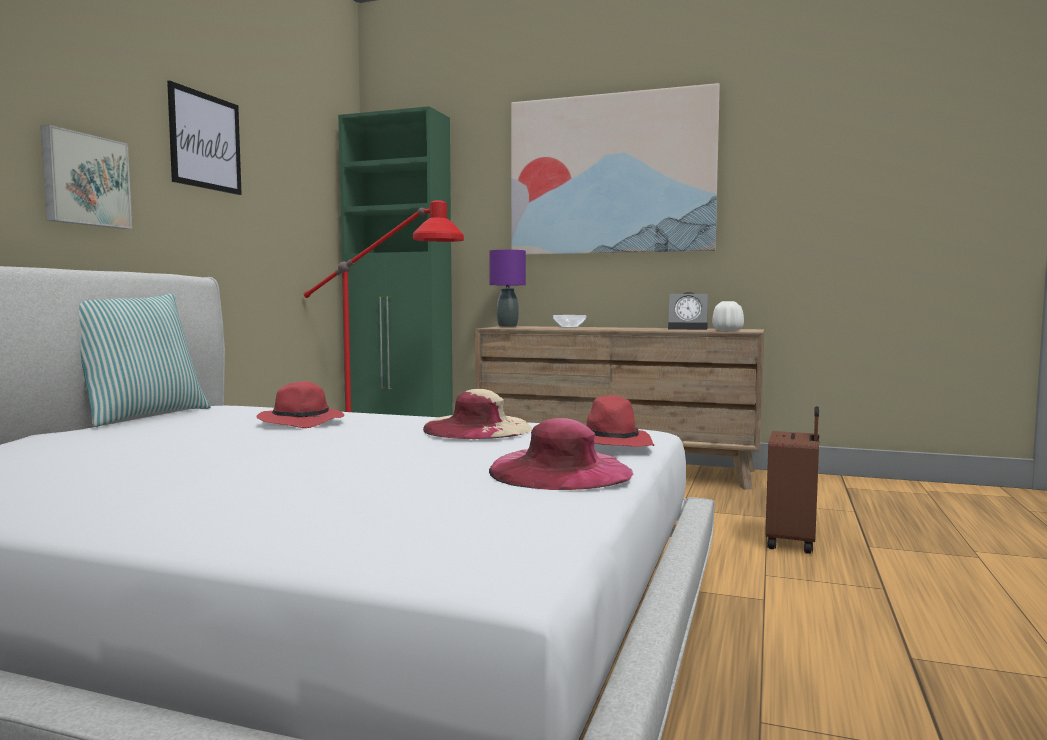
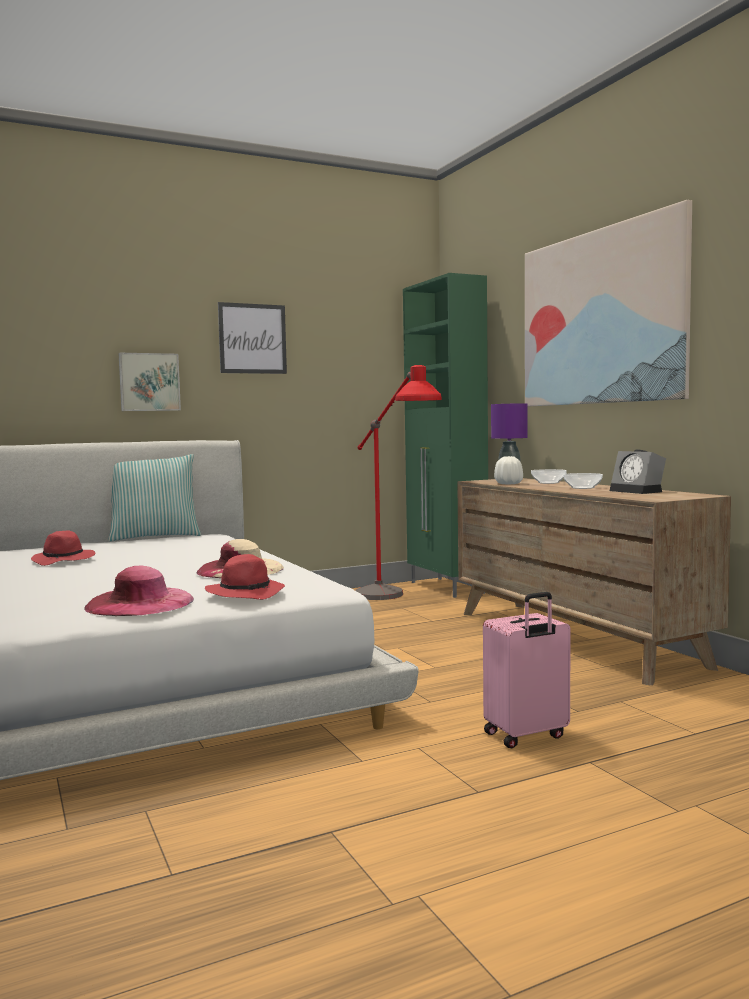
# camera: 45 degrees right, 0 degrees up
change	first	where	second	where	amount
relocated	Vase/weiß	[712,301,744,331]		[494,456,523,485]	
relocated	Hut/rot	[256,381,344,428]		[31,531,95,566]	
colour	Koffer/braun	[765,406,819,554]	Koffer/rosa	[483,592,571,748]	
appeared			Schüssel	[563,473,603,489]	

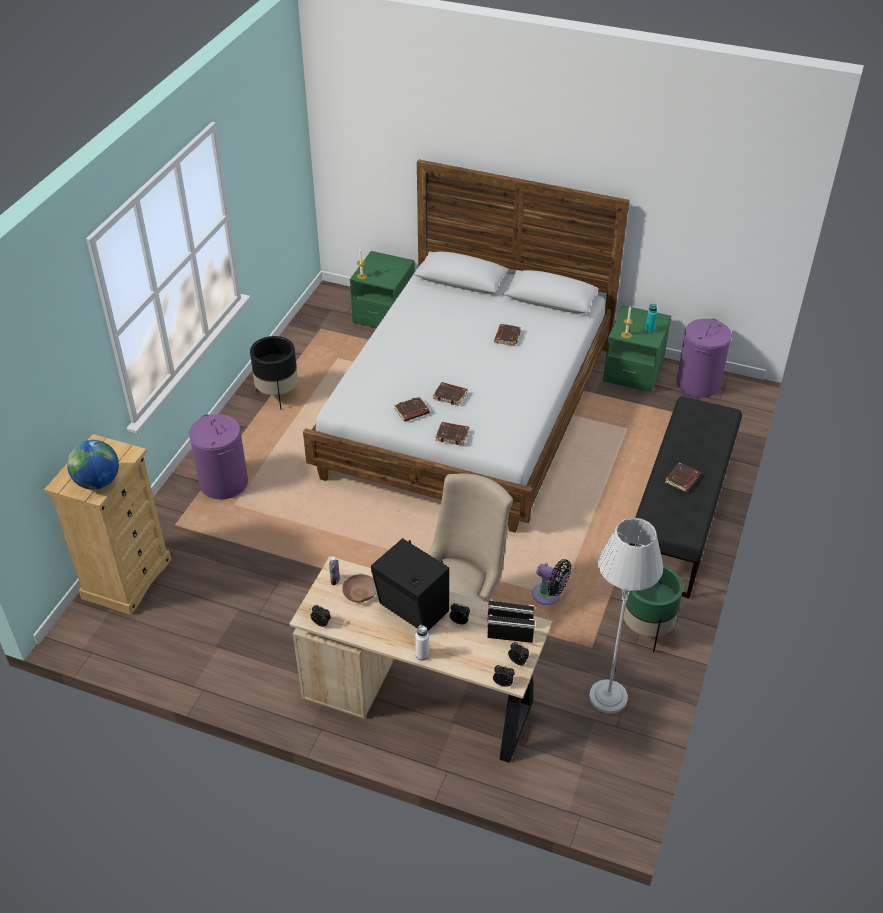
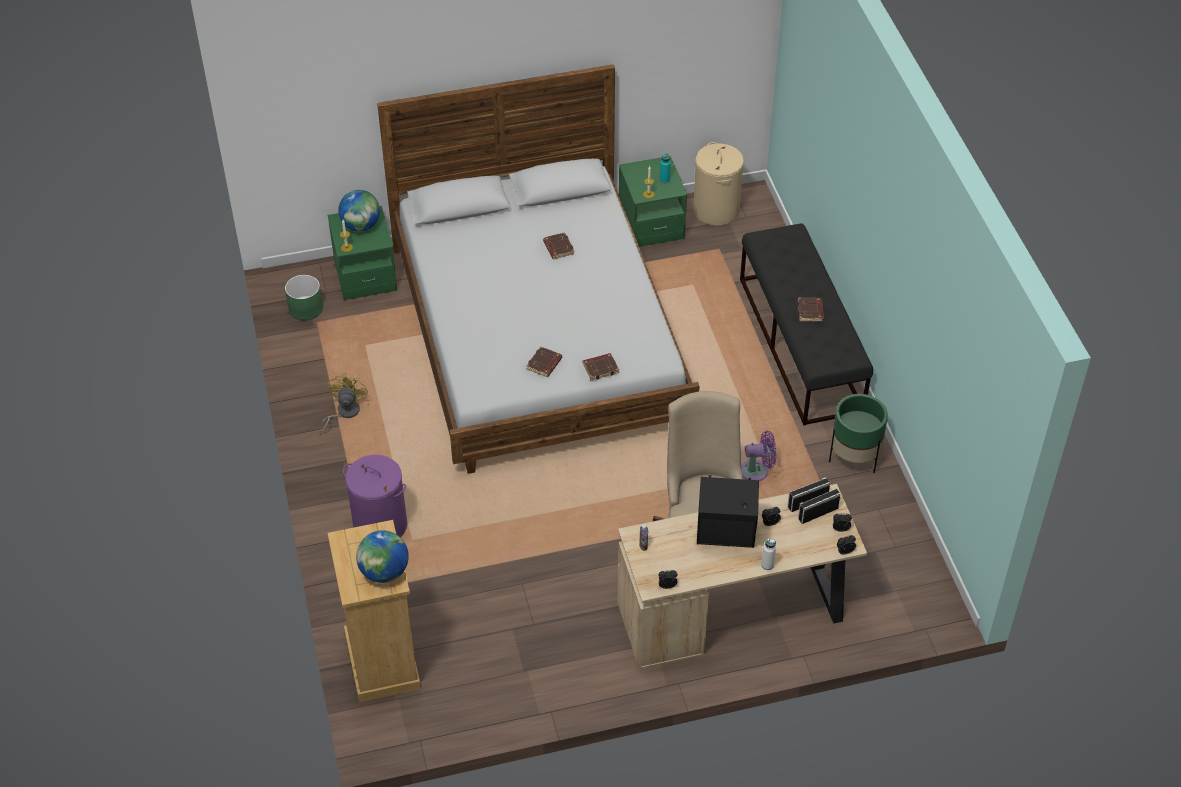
# camera: 35 degrees left, 5 degrees up
change	first	where	second	where	amount
colour	Wäschekorb/lila	[676,319,732,398]	Wäschekorb/beige	[693,142,744,226]	
exchanged	Pflanzkübel/schwarz	[250,336,298,410]	Ventilator/gelb	[320,373,368,434]	
missing	Buch/braun	[433,382,467,406]			
missing	Stehlampe/grau	[589,518,663,714]			
colour	Ventilator/schwarz	[532,559,571,605]	Ventilator/lila	[741,431,776,481]	
missing	Schüssel/braun	[342,574,377,603]			
appeared			Globus	[338,190,380,232]	
appeared			Pflanzkübel/grün	[285,275,323,321]	

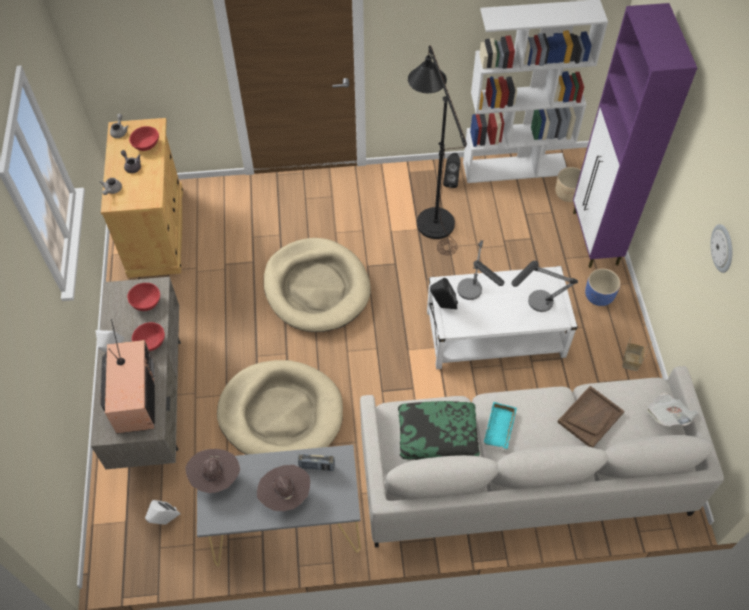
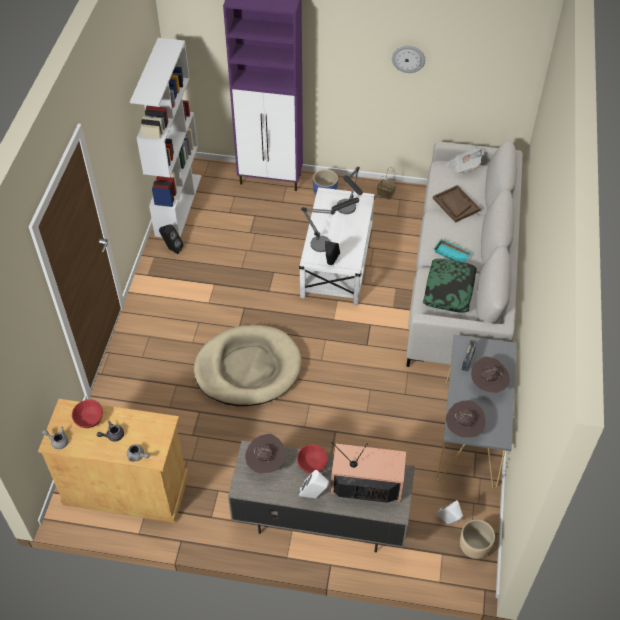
# camera: 75 degrees left, 5 degrees down
change	first	where	second	where	amount
missing	Stehlampe/schwarz	[408,45,467,255]			
relocated	Pflanzkübel/beige	[555,167,581,202]		[460,519,495,559]	
exchanged	Schüssel/rot	[127,283,160,311]	Hut/braun	[245,434,285,474]	
missing	Hundebett/beige	[217,360,343,455]			

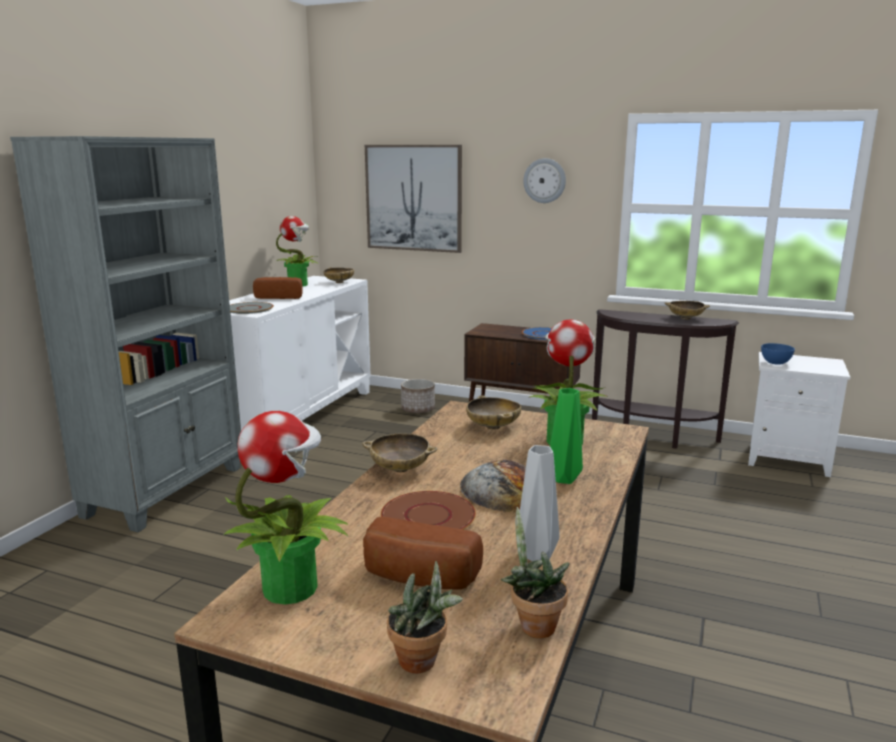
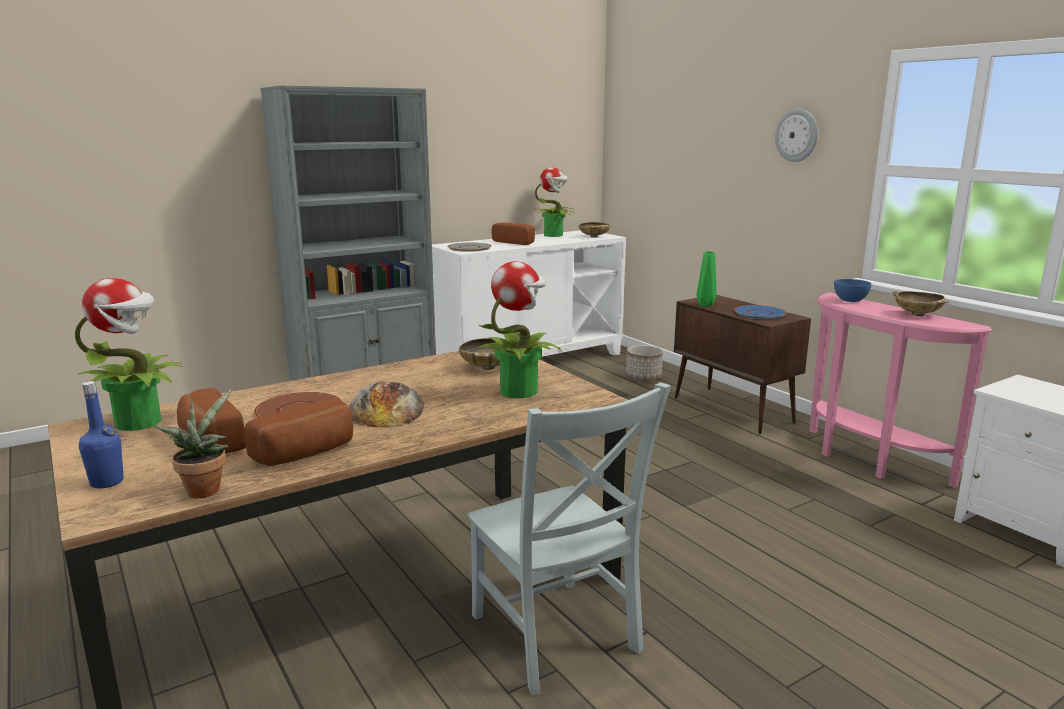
# camera: 35 degrees right, 0 degrees up
change	first	where	second	where	amount
missing	Bild	[365,145,462,253]			
colour	Konsolentisch/braun	[592,309,739,449]	Konsolentisch/rosa	[809,292,993,488]	
relocated	Schüssel/blau	[761,343,795,365]		[834,279,872,302]	
relocated	Vase/grün	[550,388,583,484]		[696,251,717,307]	
missing	Schüssel/beige	[362,434,437,472]			
exchanged	Vase/grau	[520,445,560,561]	Brot	[244,398,353,466]	
exchanged	Topfpflanze	[387,561,463,673]	Flasche/blau	[79,381,124,488]	
appeared			Stuhl/grau	[467,382,671,695]	

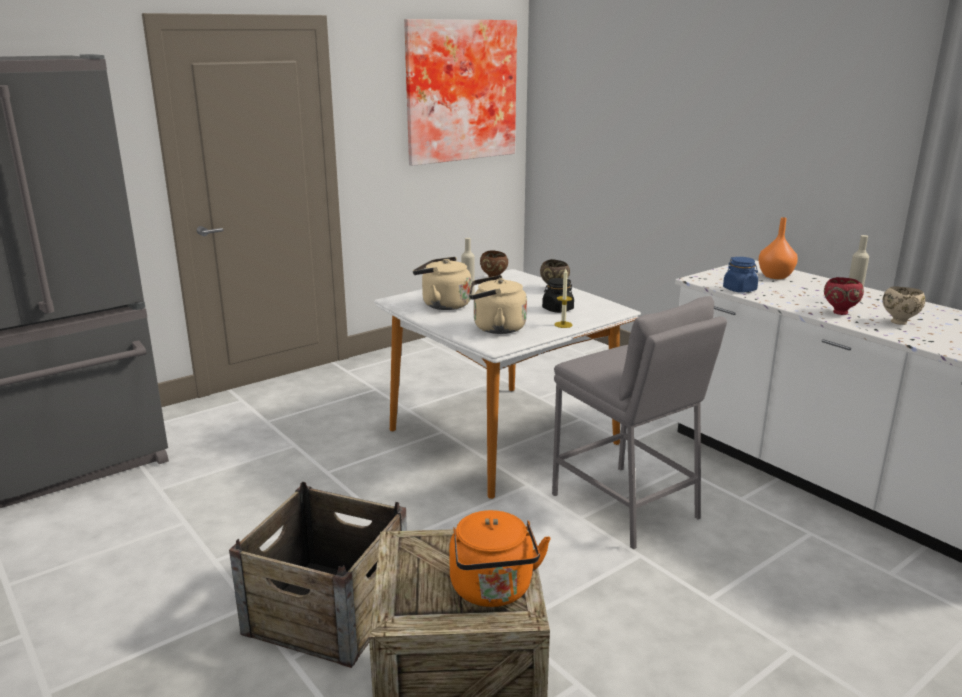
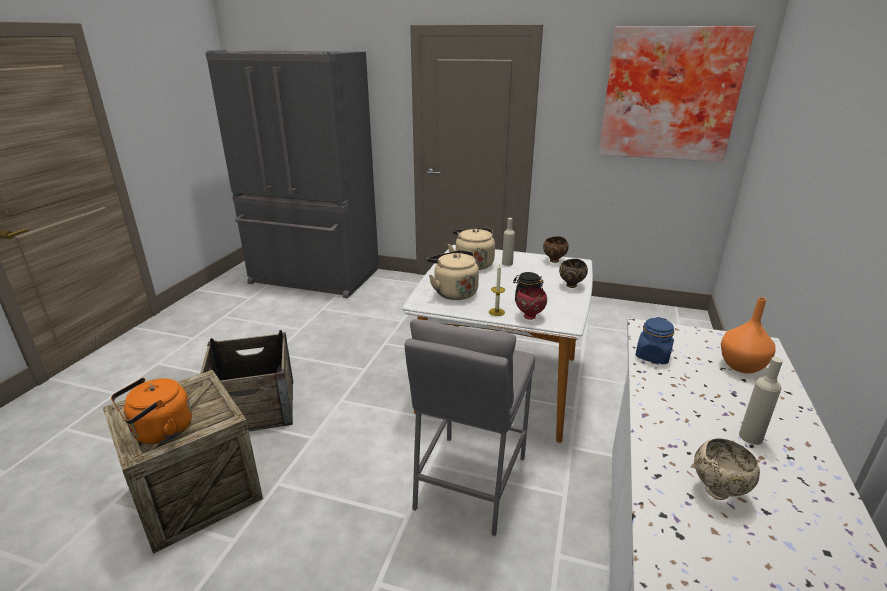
# camera: 55 degrees right, 5 degrees up
change	first	where	second	where	amount
relocated	Schüssel/rot	[824,277,864,315]		[516,287,547,320]	

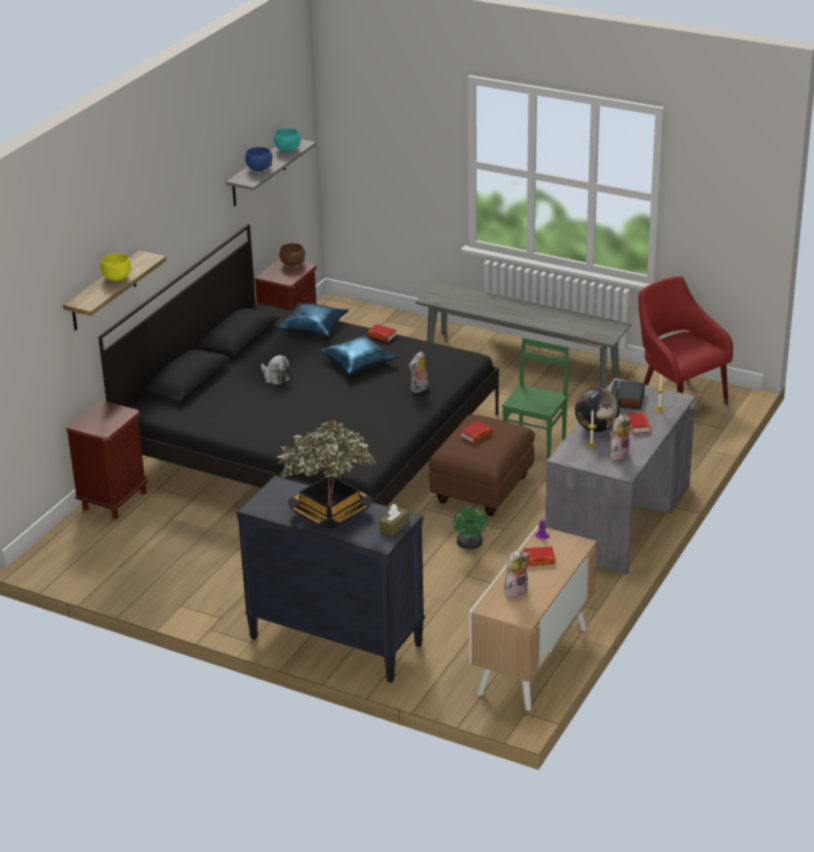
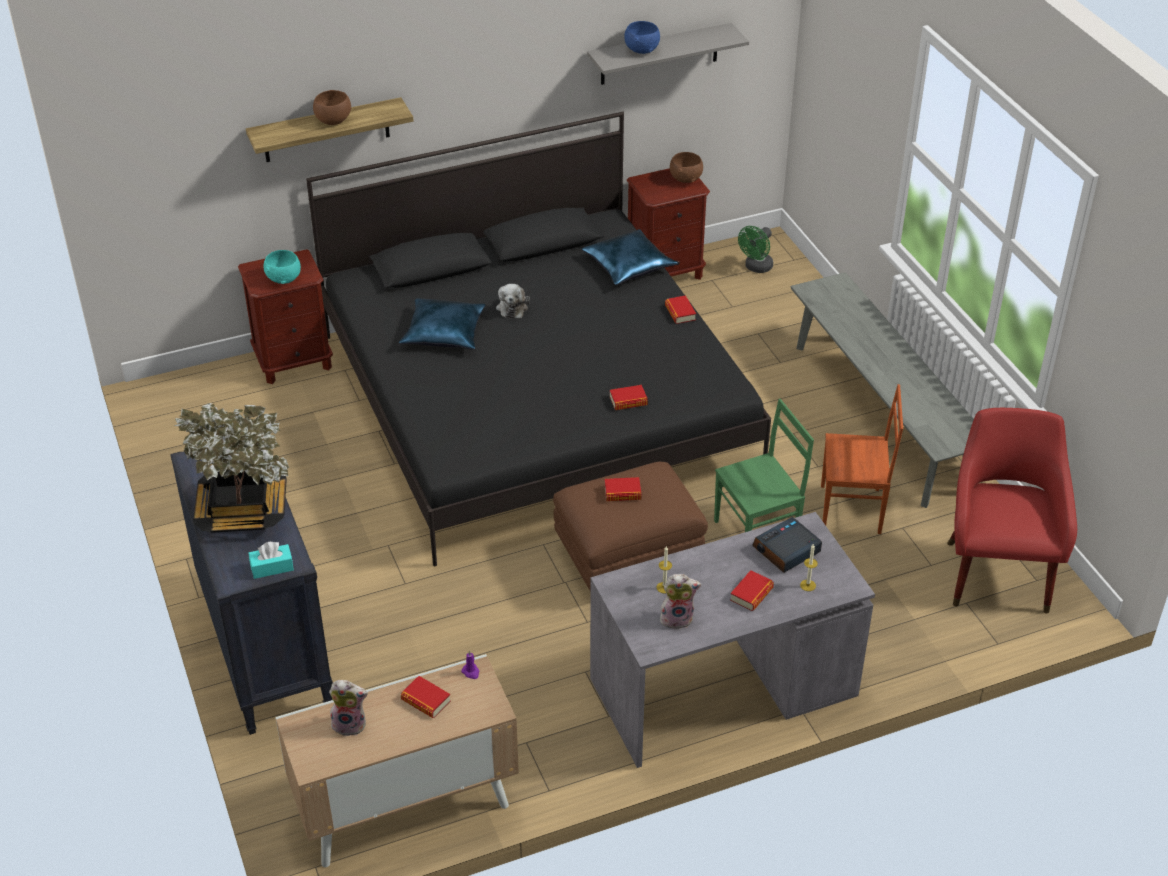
# camera: 40 degrees right, 10 degrees up
change	first	where	second	where	amount
relocated	Schüssel/türkis	[274,128,301,152]		[264,250,301,284]	
colour	Schüssel/gelb	[101,253,131,281]	Schüssel/braun	[313,90,351,125]	
relocated	Kissen/blau	[320,335,398,374]		[399,298,486,350]	
exchanged	Plüschtier	[409,351,428,393]	Buch	[610,385,648,410]	
missing	Globus	[575,388,619,432]			
colour	Taschentuchbox/braun	[379,504,409,536]	Taschentuchbox/türkis	[249,542,294,579]	
relocated	Ventilator/grün	[453,505,488,549]		[738,226,773,273]	
appeared			Stuhl/braun	[821,384,903,534]	

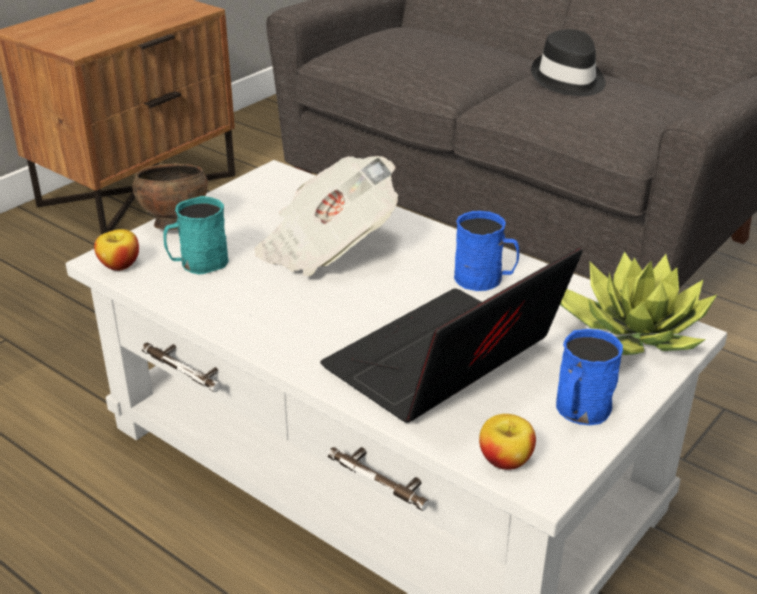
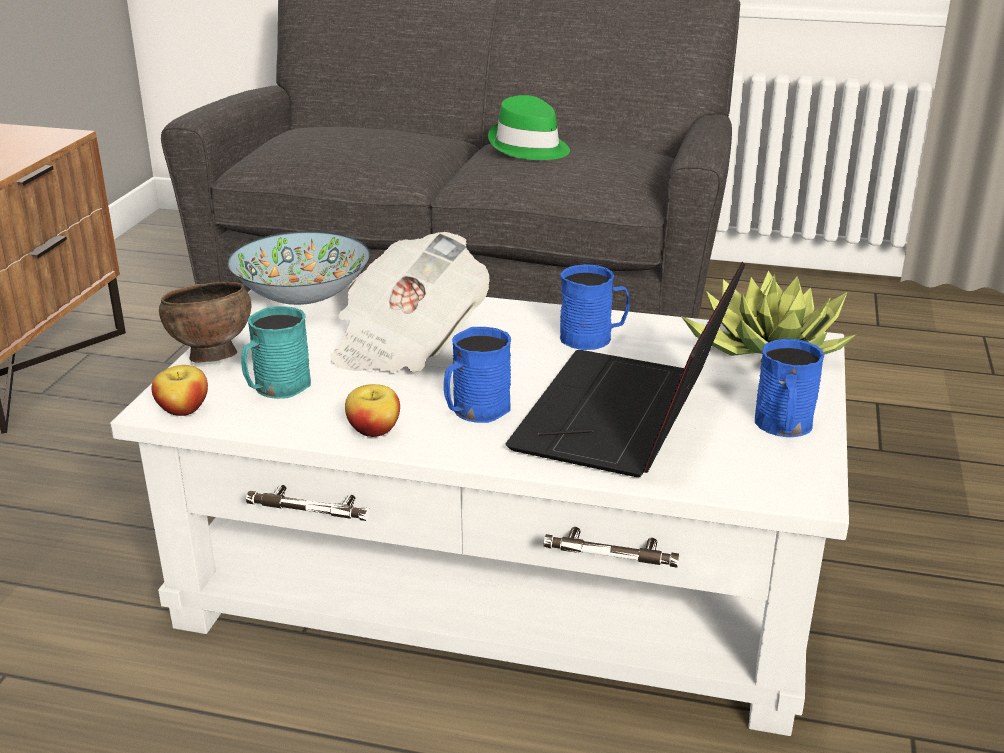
# camera: 25 degrees left, 5 degrees down
change	first	where	second	where	amount
colour	Hut/schwarz	[531,29,606,96]	Hut/grün	[488,95,570,160]	
relocated	Apfel	[479,414,536,470]		[345,384,400,437]	
appeared			Schüssel	[227,231,370,305]	
appeared			Henkelbecher/blau	[444,327,511,423]	

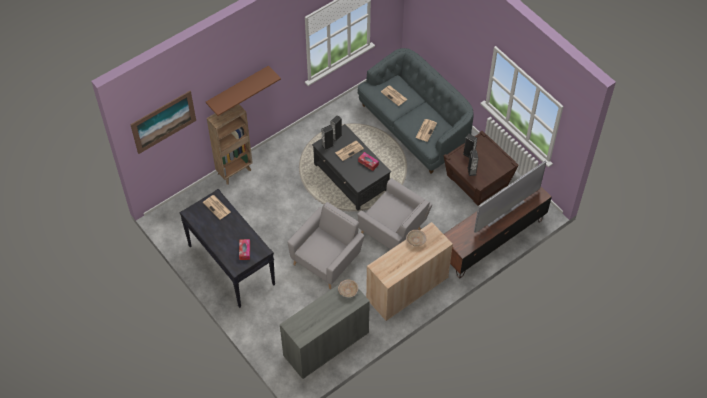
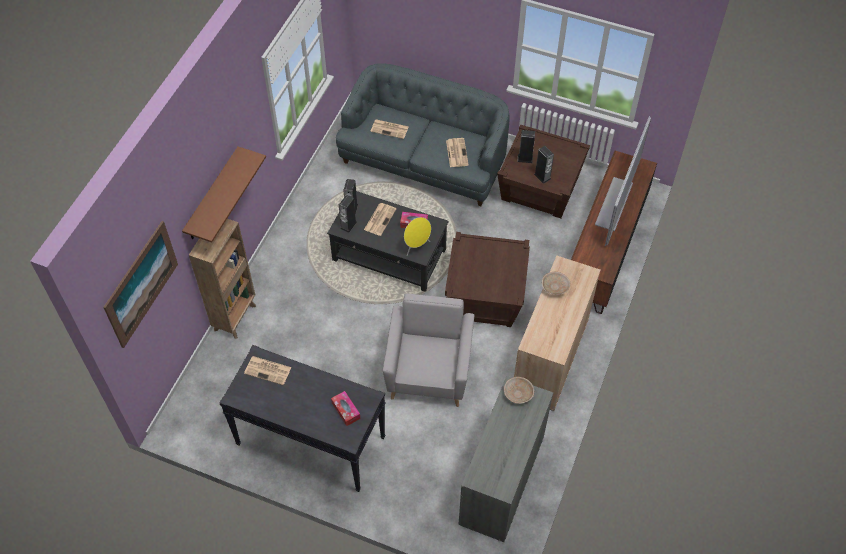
# camera: 30 degrees left, 0 degrees up
change	first	where	second	where	amount
exchanged	Sessel/grau	[357,178,432,249]	Beistelltisch/braun	[445,232,530,327]	
appeared			Lautsprecher/gelb	[404,217,431,256]	

